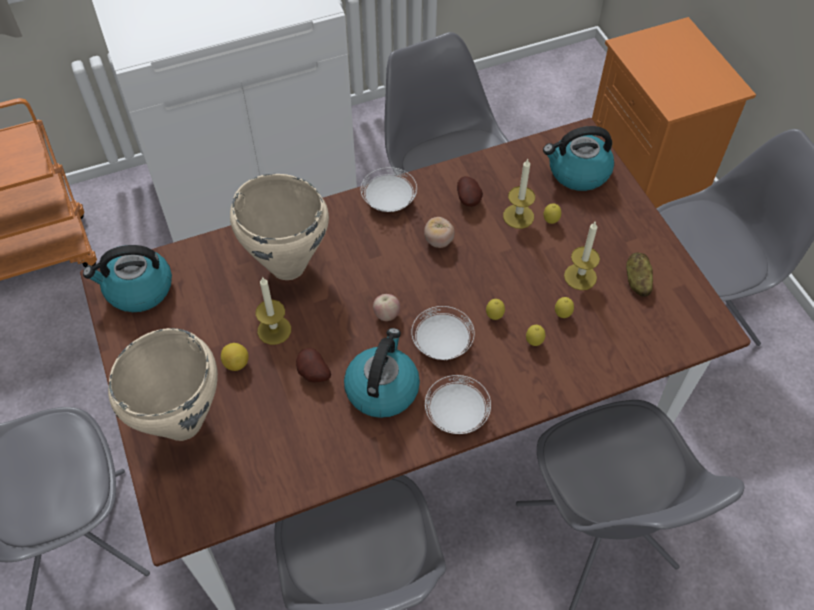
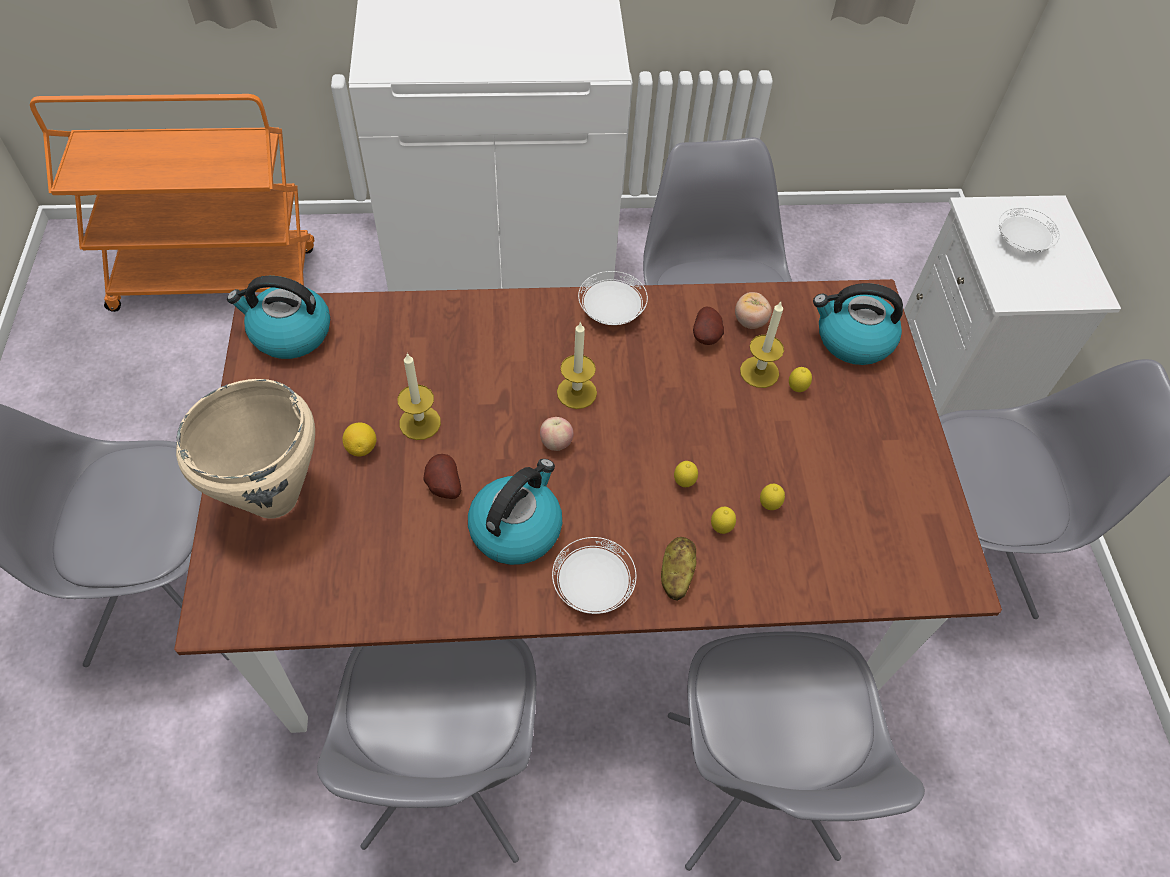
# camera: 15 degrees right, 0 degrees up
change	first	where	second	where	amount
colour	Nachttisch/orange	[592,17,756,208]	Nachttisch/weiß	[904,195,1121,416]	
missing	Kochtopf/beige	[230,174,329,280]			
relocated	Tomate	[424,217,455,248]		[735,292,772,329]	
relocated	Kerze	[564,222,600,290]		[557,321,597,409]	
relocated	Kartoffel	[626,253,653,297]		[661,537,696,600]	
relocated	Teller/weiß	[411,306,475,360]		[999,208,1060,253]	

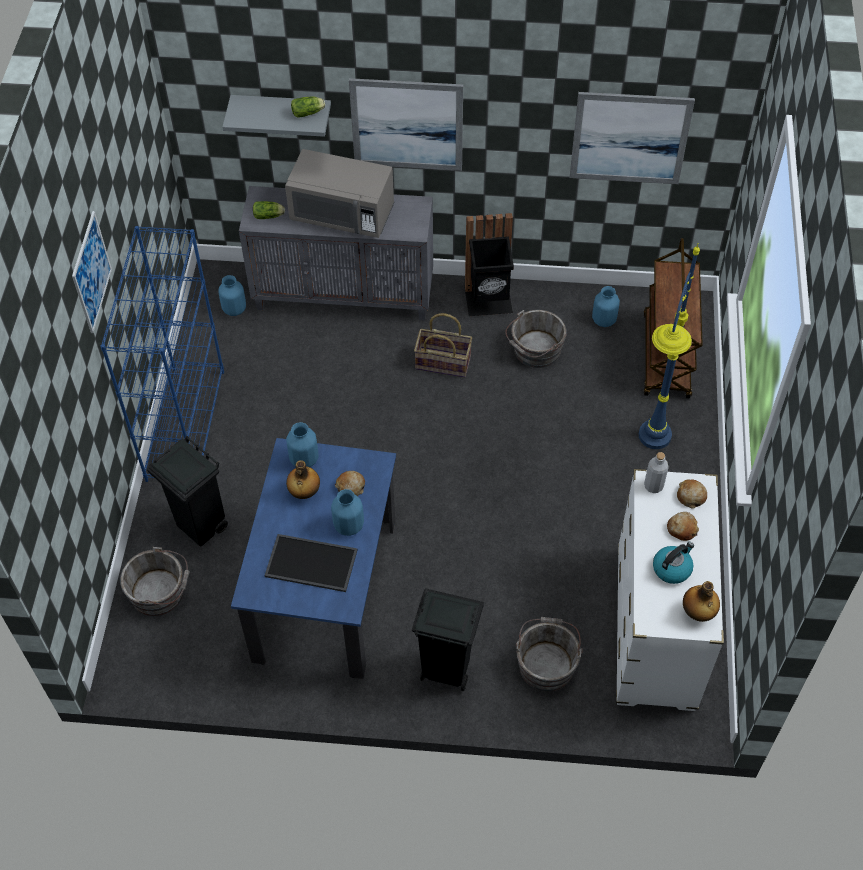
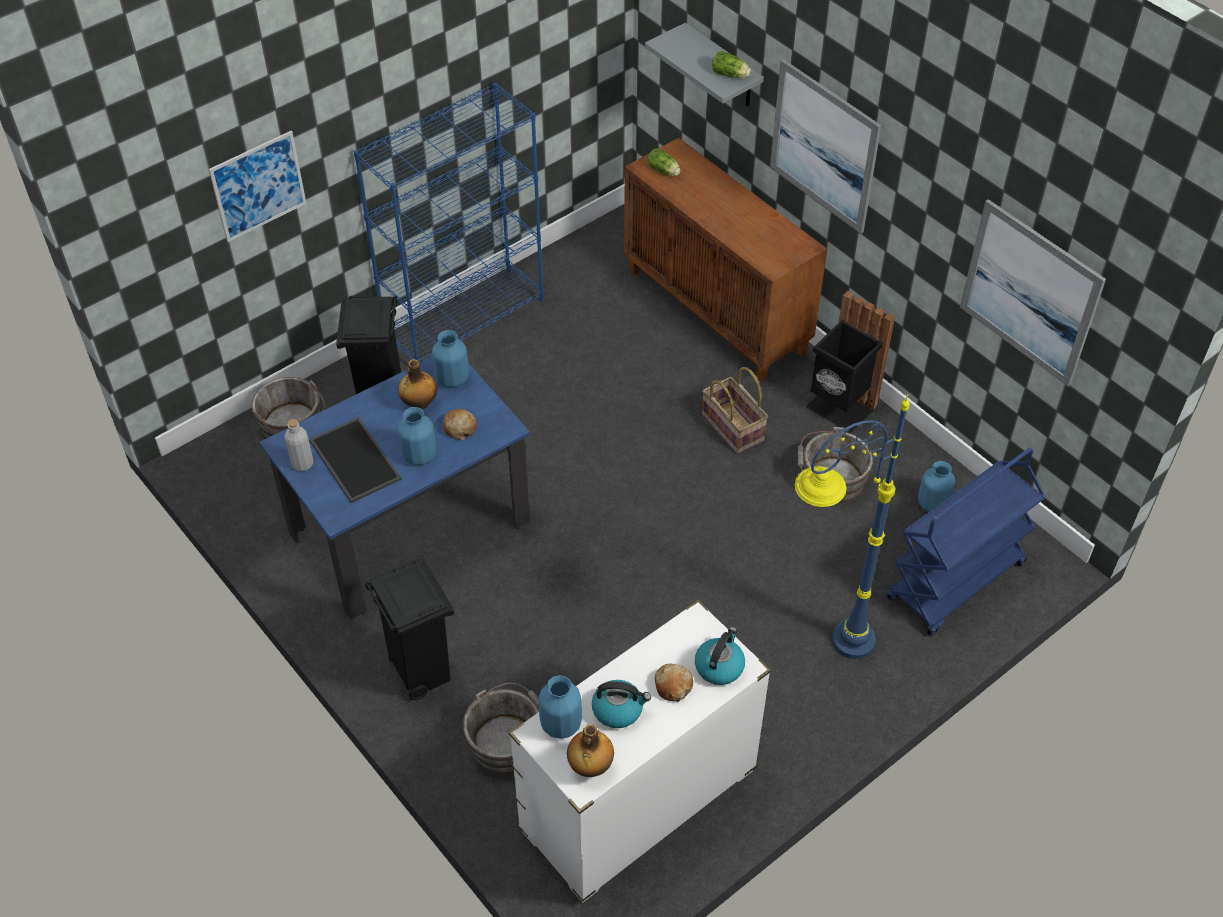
# camera: 45 degrees right, 5 degrees down
change	first	where	second	where	amount
missing	Mikrowelle/grau	[285,149,395,238]			
colour	Schrank/grau	[239,186,433,320]	Schrank/braun	[624,138,827,382]	
relocated	Bild	[72,211,112,333]		[209,131,307,242]	
colour	Rollwagen/braun	[643,238,703,398]	Rollwagen/blau	[886,448,1046,636]	
relocated	Vase/blau	[218,275,246,316]		[538,675,582,739]	
relocated	Flasche/grau	[644,452,669,493]		[284,419,314,472]	
exchanged	Brot	[677,480,707,509]	Wasserkessel	[695,627,745,685]	

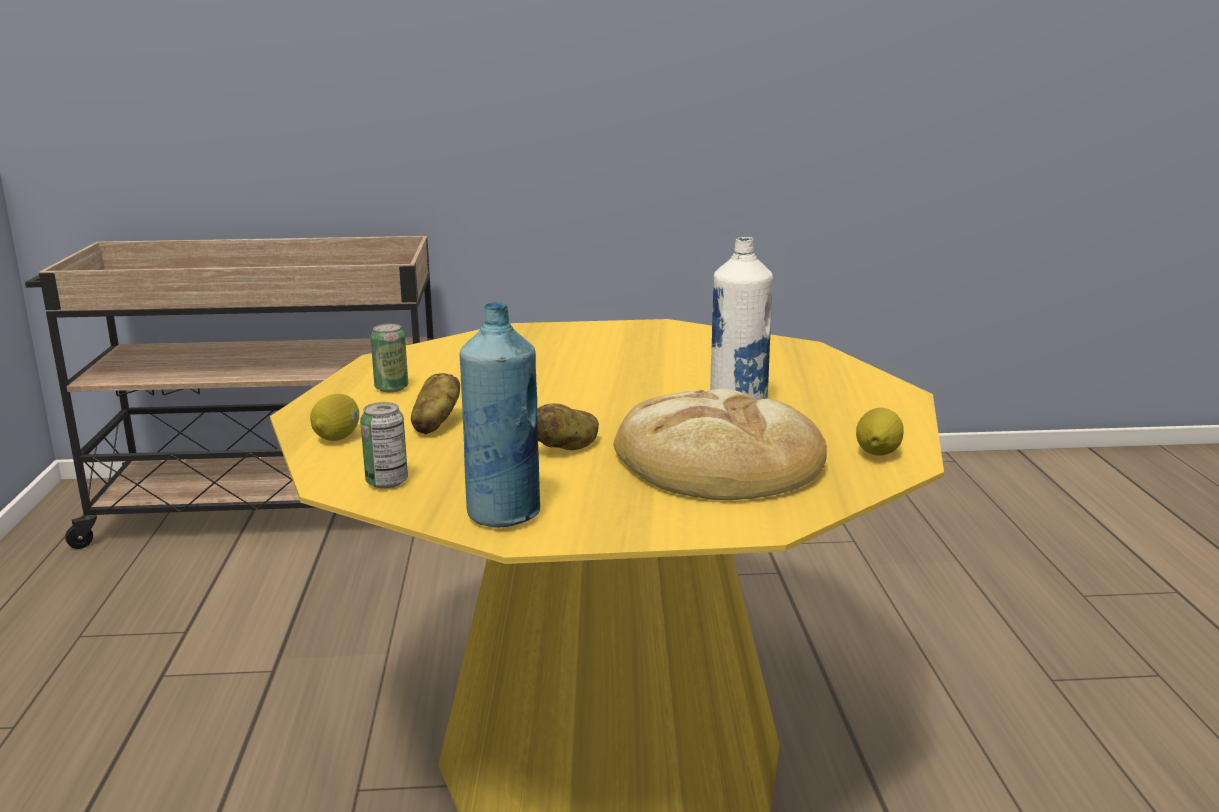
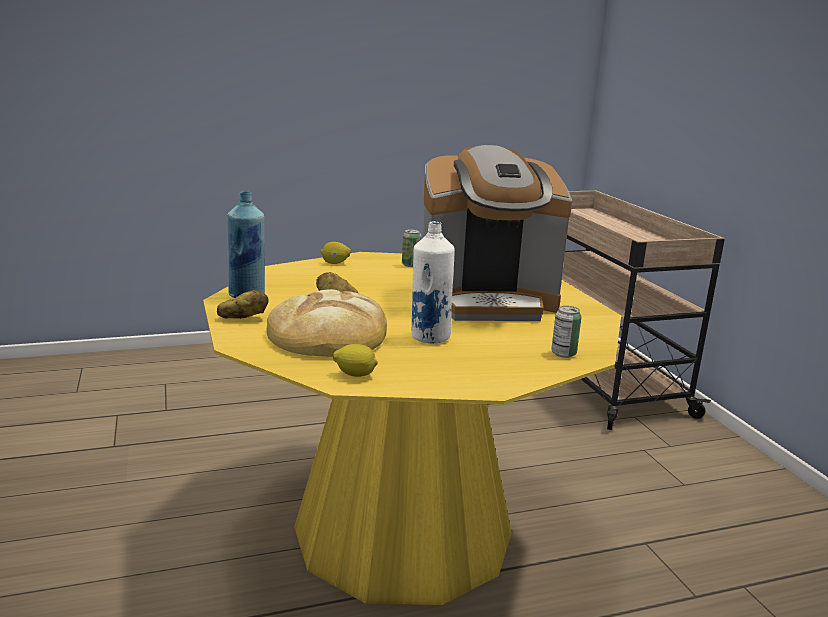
# camera: 75 degrees right, 0 degrees up
change	first	where	second	where	amount
relocated	Kartoffel	[411,373,460,434]		[217,290,269,319]	
relocated	Dose	[360,402,408,489]		[551,306,582,358]	
appeared			Kaffeemaschine	[423,145,572,321]	

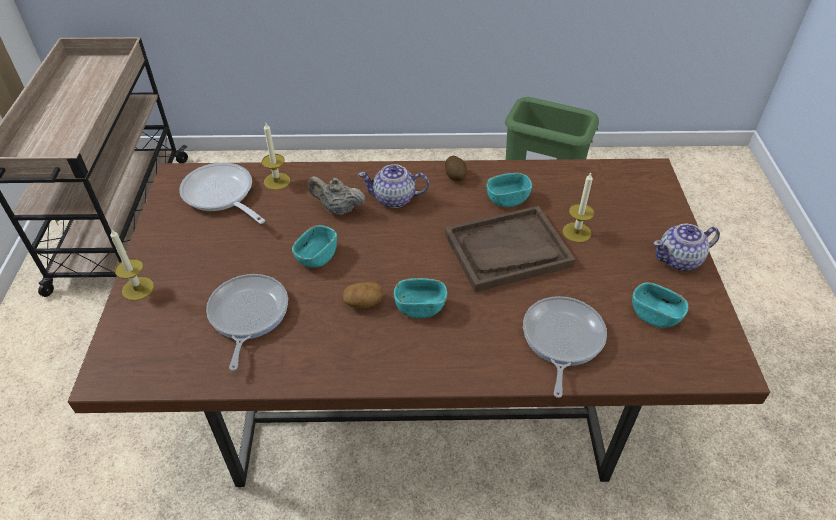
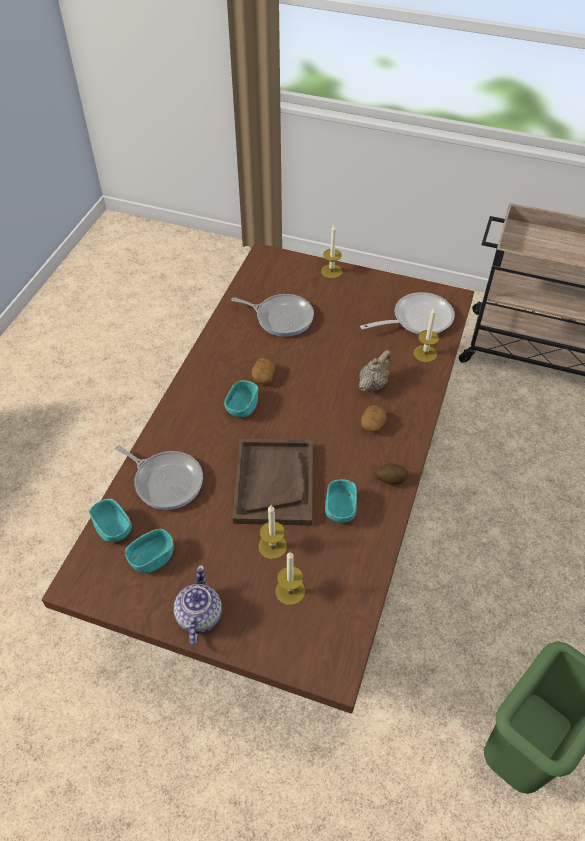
# camera: 110 degrees right, 5 degrees up
change	first	where	second	where	amount
exchanged	Teekanne	[358,164,429,208]	Kartoffel	[361,405,386,432]	
relocated	Schüssel/türkis	[292,225,337,268]		[89,499,132,542]	
appeared			Kerze	[275,552,305,605]	

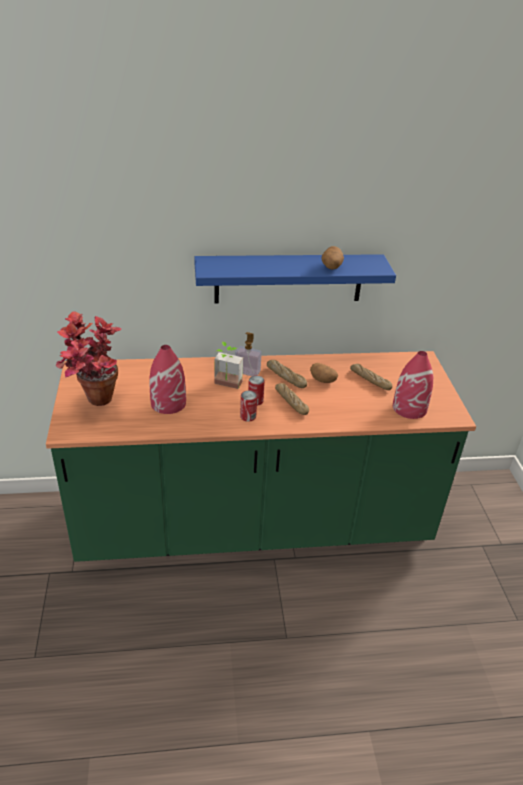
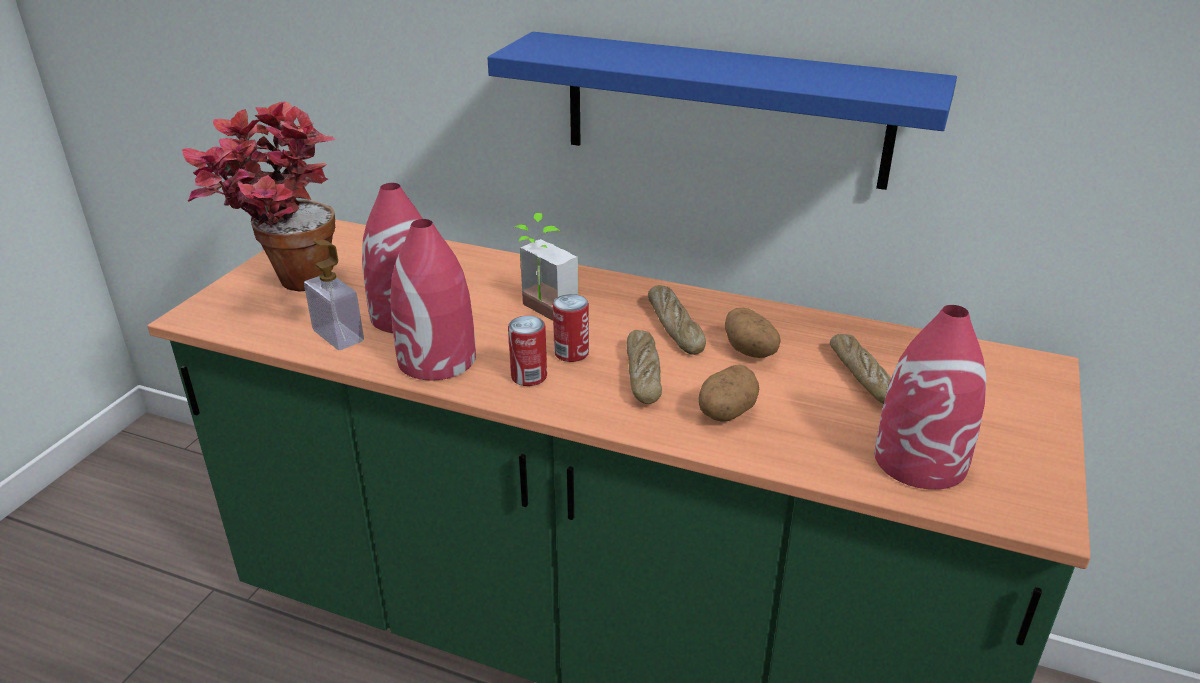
# camera: 30 degrees right, 5 degrees down
change	first	where	second	where	amount
relocated	Kartoffel	[321,246,344,270]		[698,365,759,422]	
relocated	Seifenspender	[235,332,262,376]		[304,240,364,350]	
appeared			Vase/rot	[390,219,476,380]	

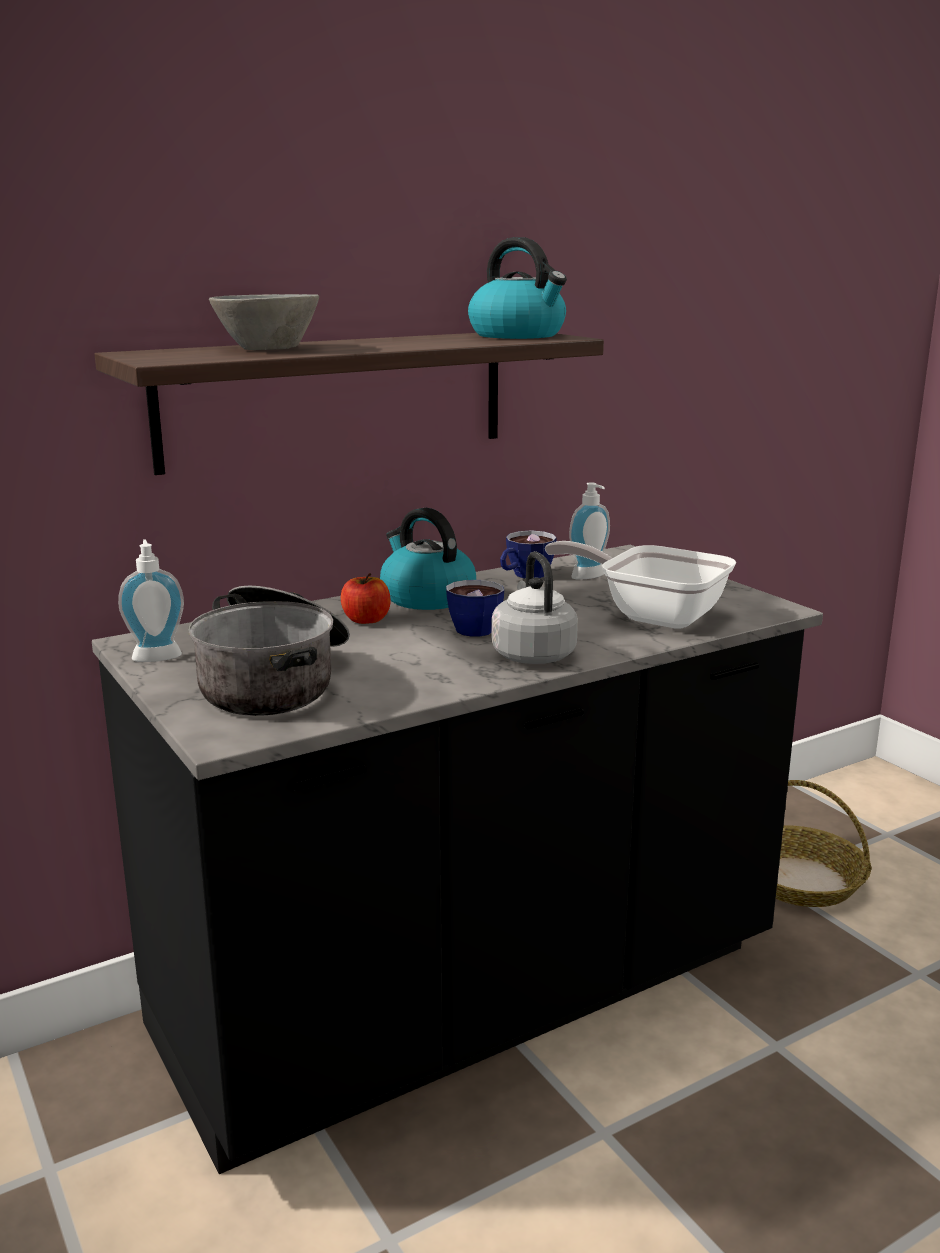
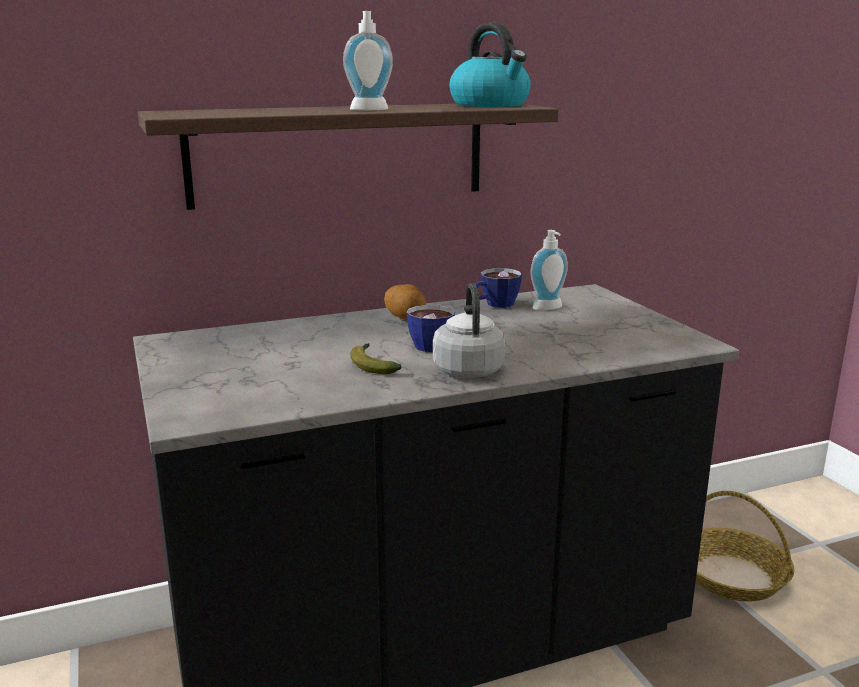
# camera: 10 degrees right, 0 degrees up
change	first	where	second	where	amount
missing	Schüssel/grau	[209,294,319,350]			
exchanged	Wasserkessel	[380,508,476,610]	Kartoffel	[384,284,426,320]	
relocated	Seifenspender	[118,539,184,662]		[343,11,393,110]	
missing	Pfanne	[545,541,736,629]			
missing	Apfel	[341,573,391,624]			
missing	Kochtopf	[188,585,350,716]			
appeared			Banane	[350,343,402,374]	

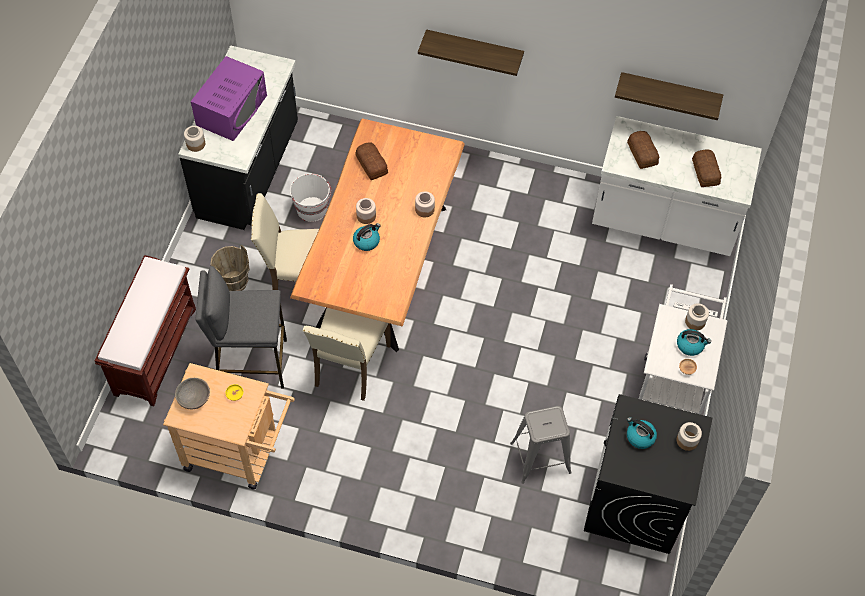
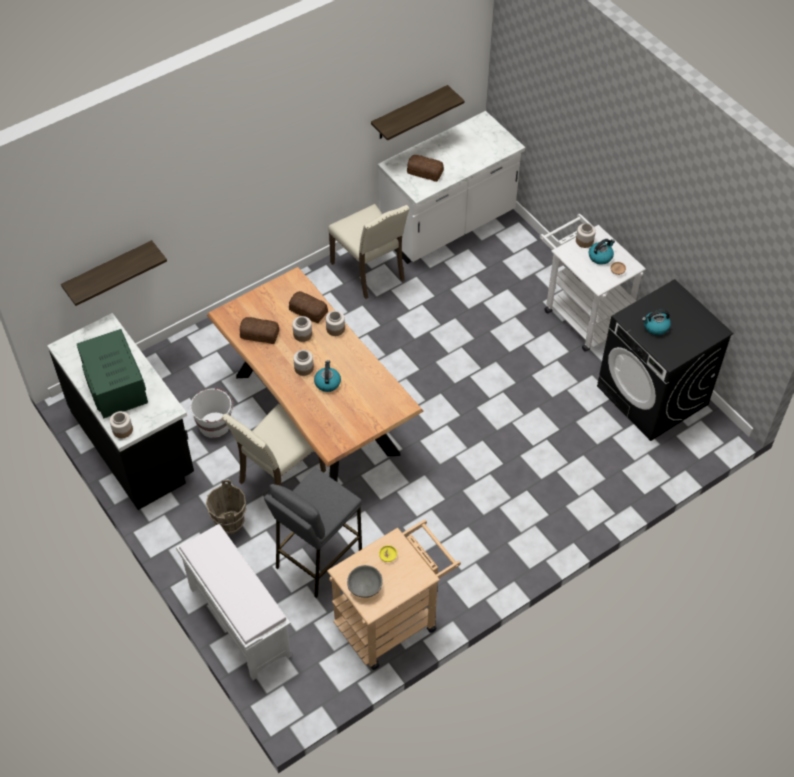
# camera: 50 degrees left, 5 degrees down
change	first	where	second	where	amount
relocated	Wandregal	[418,29,524,76]		[61,240,167,306]	
colour	Mikrowelle/lila	[191,56,267,141]	Mikrowelle/grün	[77,329,148,419]	
relocated	Brot	[692,149,721,187]		[289,291,328,323]	
colour	Bank/braun	[95,255,196,406]	Bank/weiß	[176,524,292,680]	
relocated	Stuhl/beige	[303,308,391,401]		[328,204,409,299]	
missing	Hocker/grau	[510,406,572,484]			
relocated	Vorratsglas	[677,422,702,451]		[292,316,312,342]	

